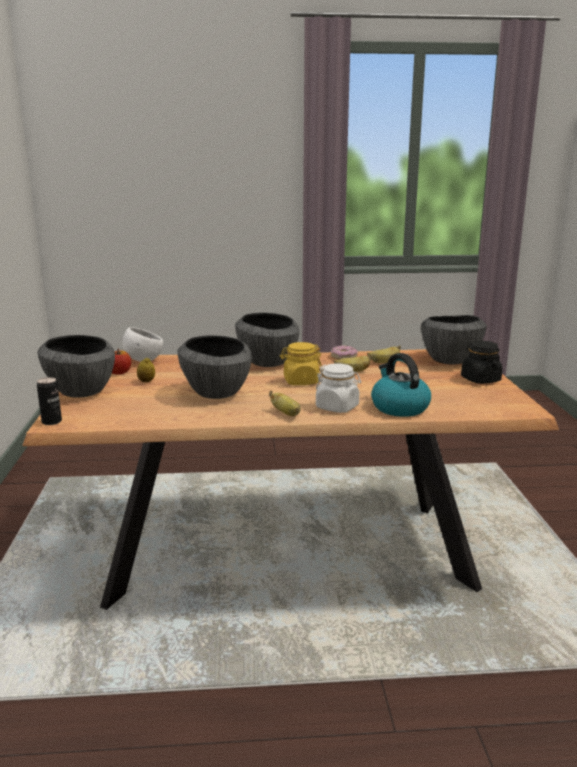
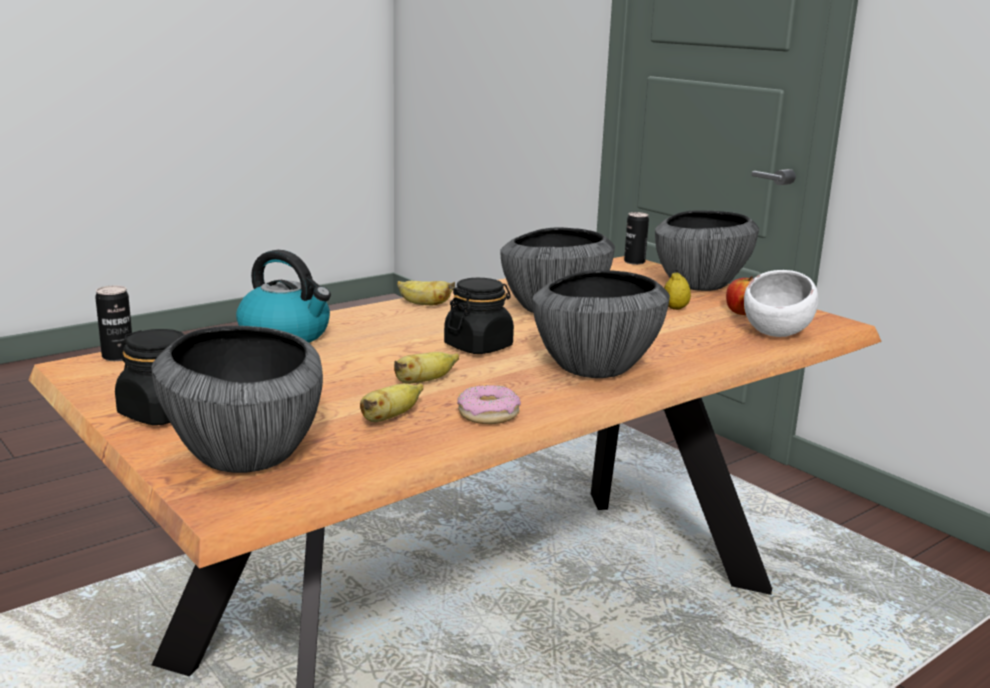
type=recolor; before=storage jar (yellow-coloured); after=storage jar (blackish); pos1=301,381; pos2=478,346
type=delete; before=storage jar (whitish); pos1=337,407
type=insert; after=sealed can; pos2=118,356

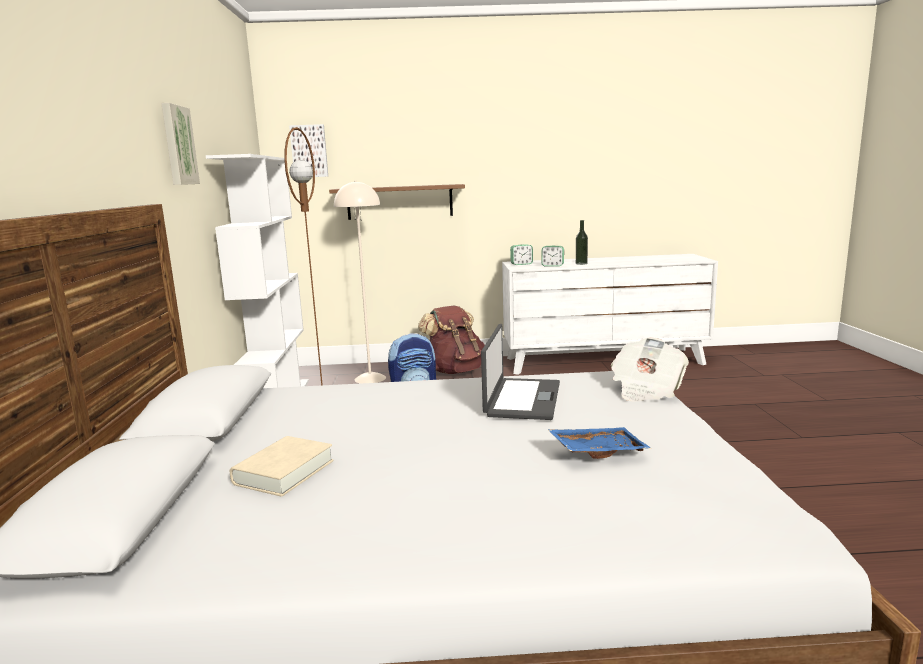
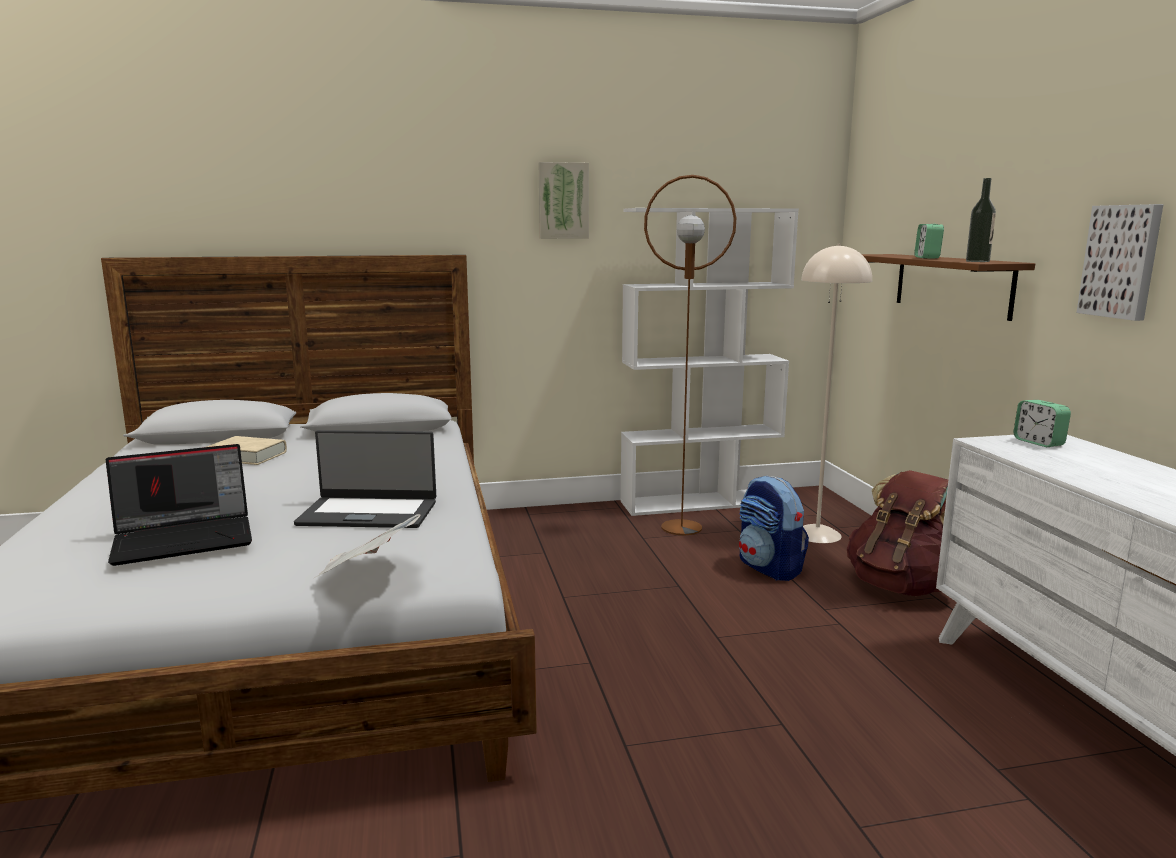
type=move; before=wall art; pos1=309,151; pos2=1122,261
type=move; before=beverage bottle; pos1=581,263; pos2=977,261
type=move; before=alarm clock; pos1=552,265; pos2=927,257
type=replace; before=serving tray (blue-coloured); after=portable computer; pos1=597,450; pos2=186,538

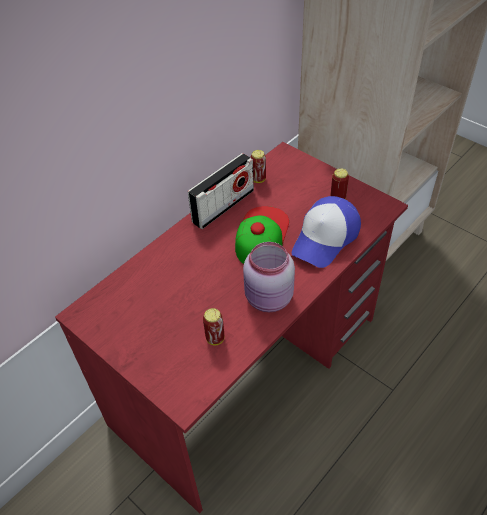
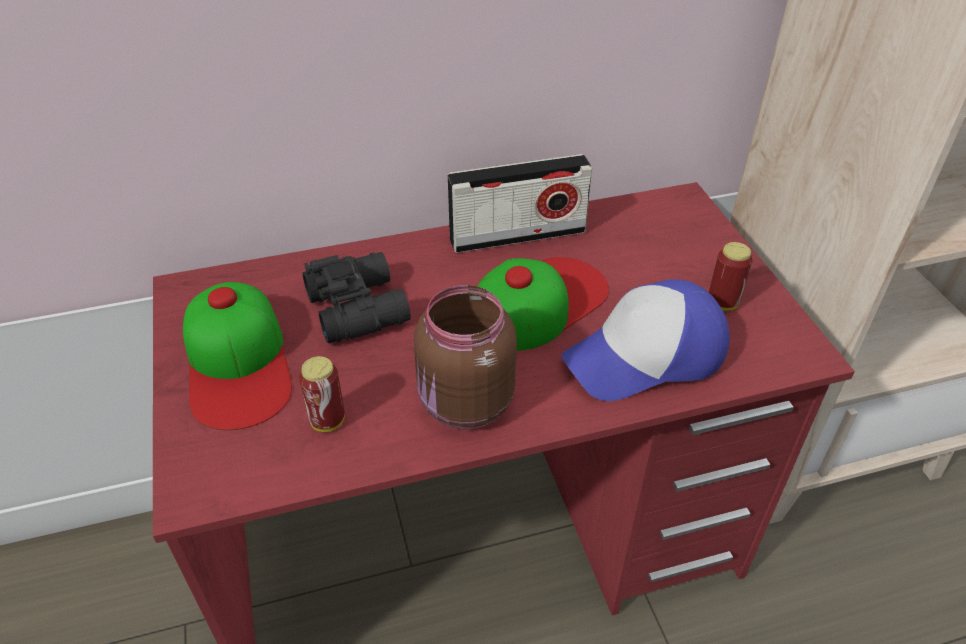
type=delete; before=sealed can; pos1=258,179
type=recolor; before=storage jar (pinkish); after=storage jar (brownish); pos1=268,299; pos2=464,405
type=insert; after=field glasses (blackish); pos2=359,307
type=insert; after=cap; pos2=238,363

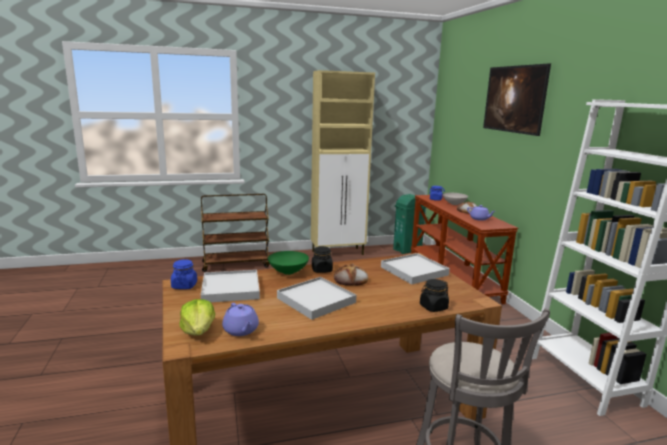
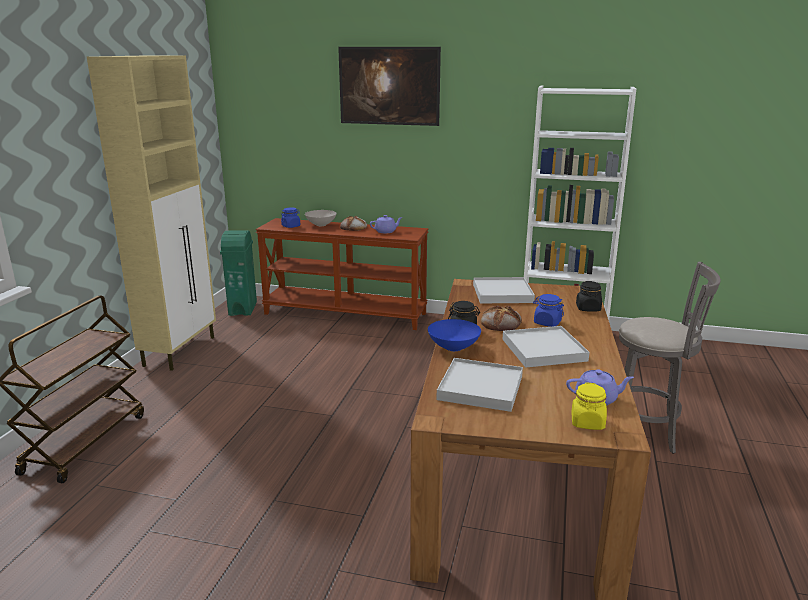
type=recolor; before=deep dish (green-coloured); after=deep dish (blue-coloured); pos1=288,272; pos2=452,348
type=move; before=storage jar (blue-coloured); pos1=184,285; pos2=547,323
type=replace; before=head of lettuce; after=storage jar (yellow-coloured); pos1=198,331; pos2=587,422

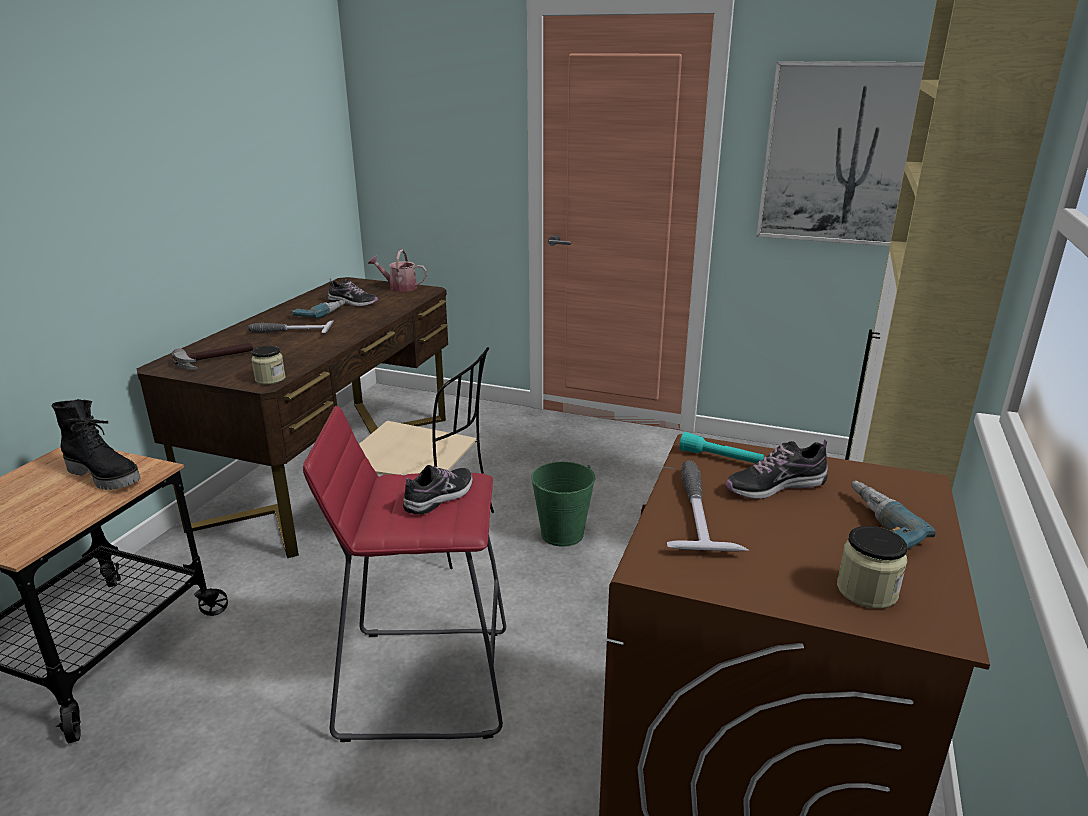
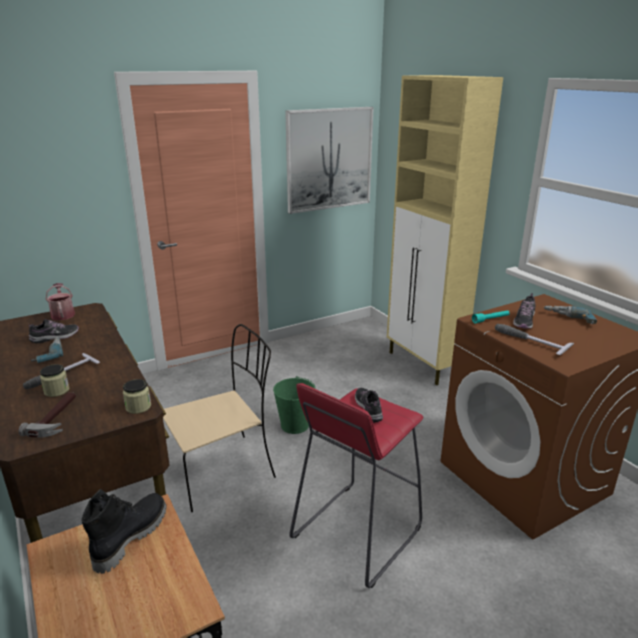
type=rotate; before=sprinkling can; pos1=399,287; pos2=63,314; turn=105
type=rotate; before=boot (blackish); pos1=106,476; pos2=130,537; turn=-45
type=move; before=storage jar; pos1=866,591; pos2=56,391

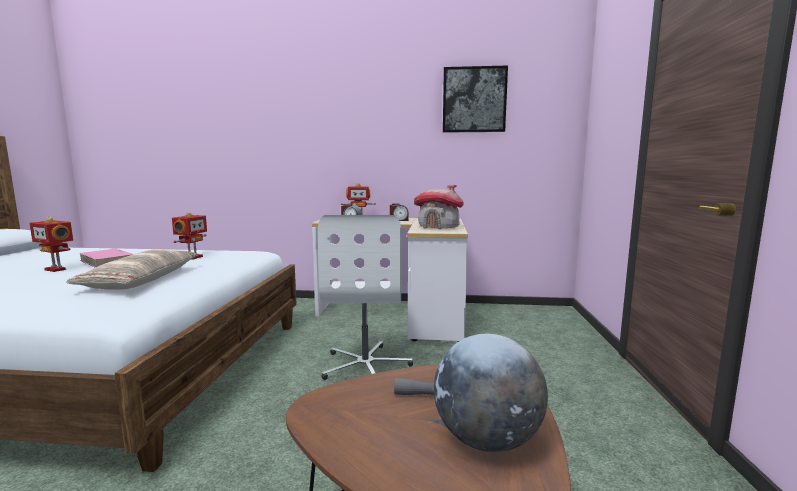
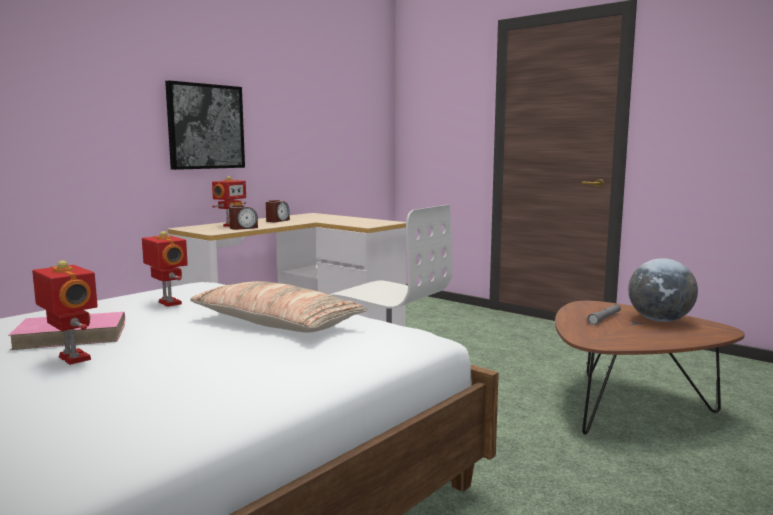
type=move; before=wall art; pos1=474,100; pos2=205,126
type=delete; before=model house; pos1=439,227
type=rotate; before=robot figure; pos1=57,269; pos2=72,359; turn=-105

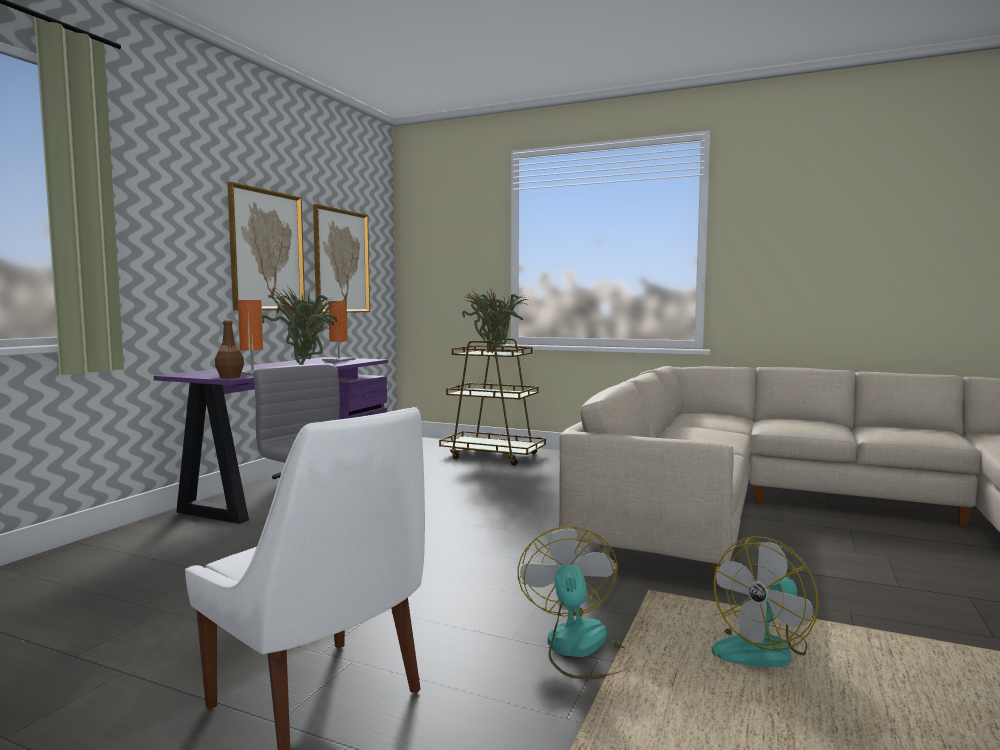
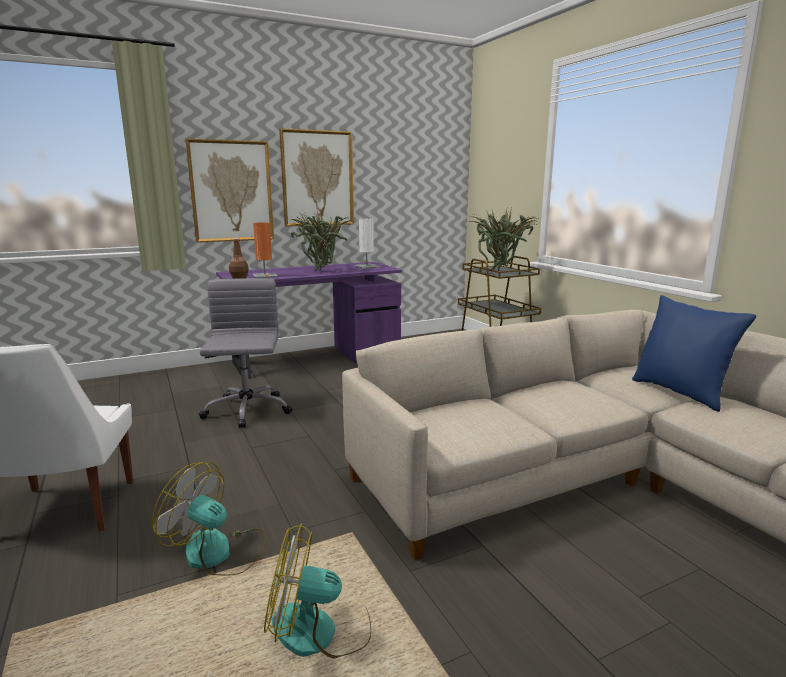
type=move; before=wall art; pos1=341,261; pos2=231,191
type=recolor; before=lamp for a table (orangey); after=lamp for a table (whitish); pos1=339,360; pos2=366,267
type=rotate; before=cooling fan; pos1=581,649; pos2=218,553; turn=-105
type=insert; after=throw pillow (blue-coloured); pos2=680,392

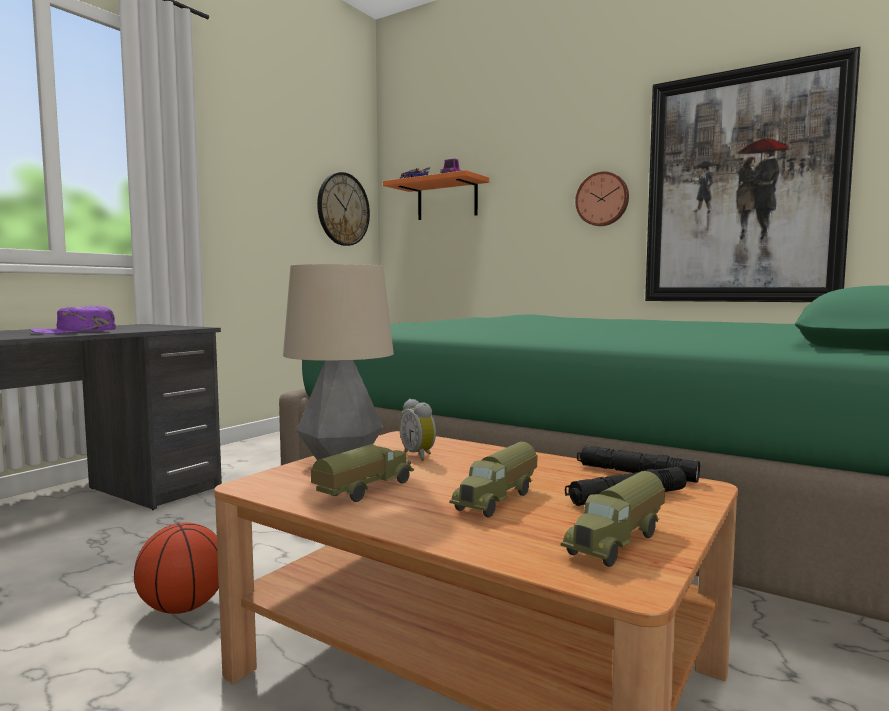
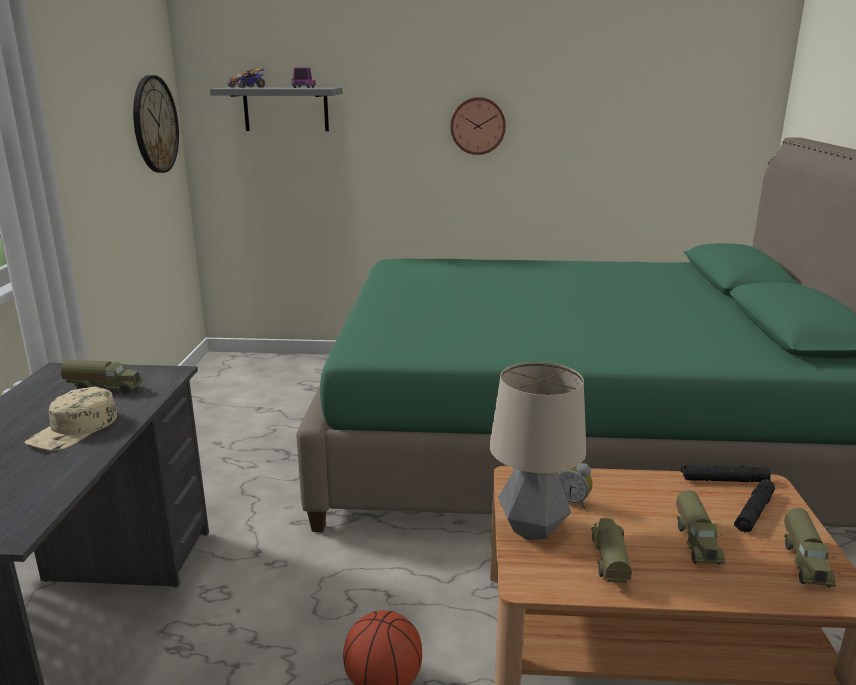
type=delete; before=wall art; pos1=743,187
type=recolor; before=shelf (orangey); after=shelf (gray); pos1=447,200; pos2=286,109
type=recolor; before=cap (purplish); after=cap (beige); pos1=74,332; pos2=74,429
type=insert; after=toy lorry; pos2=105,388

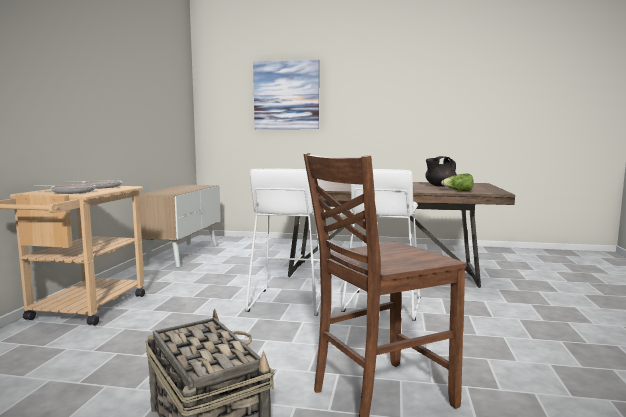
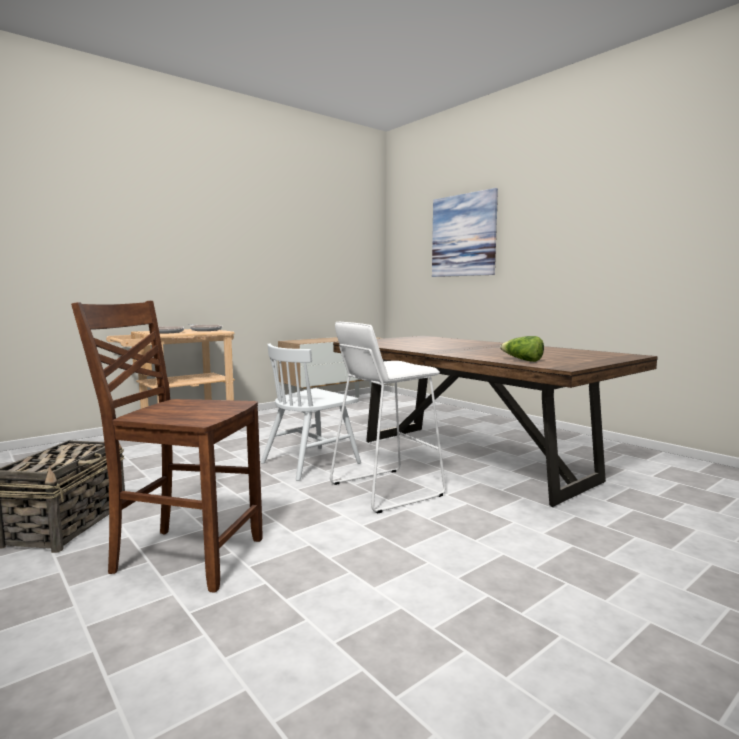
type=delete; before=tea pot (blackish); pos1=440,186
type=replace; before=stool seat (whitish); after=plain chair (whitish); pos1=287,302; pos2=311,463

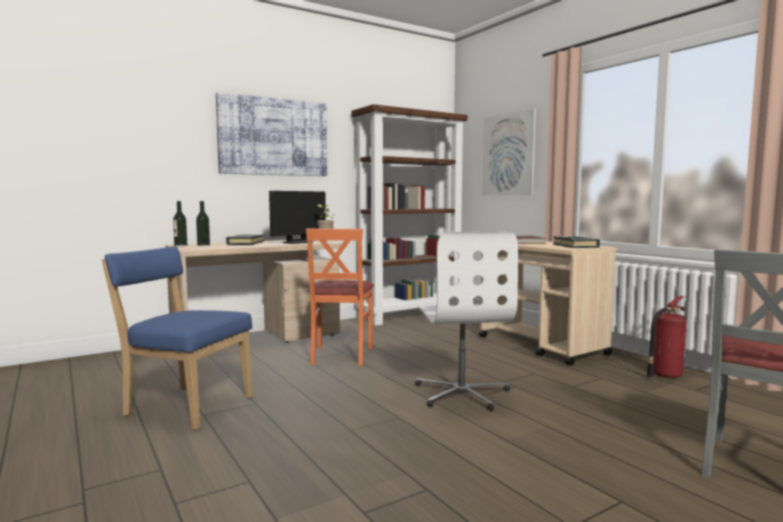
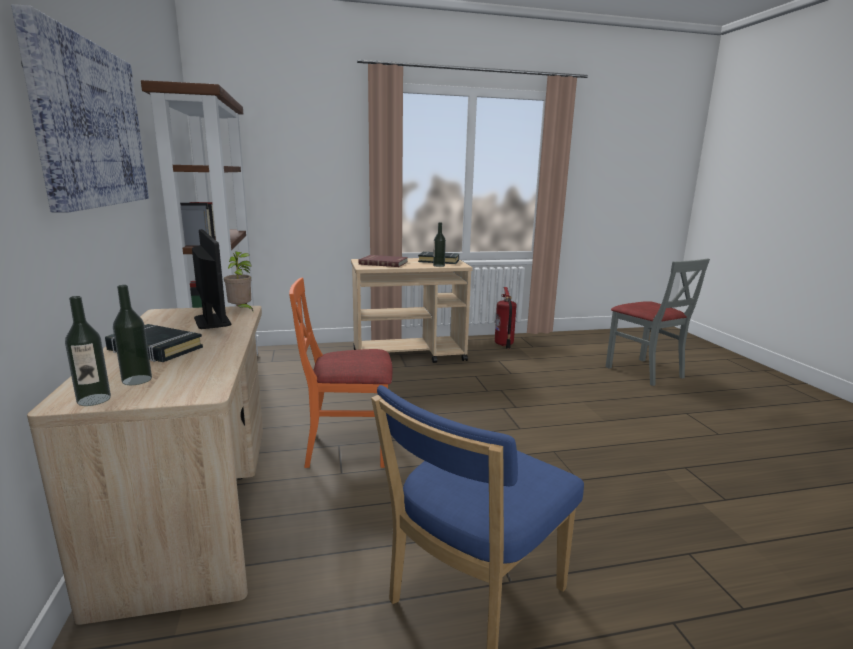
type=delete; before=wall art; pos1=508,154
type=rotate; before=plain chair (orangey); pos1=340,355; pos2=348,448; turn=150
type=delete; before=computer chair (whitish); pos1=462,393
type=insert; after=beverage bottle; pos2=439,265

